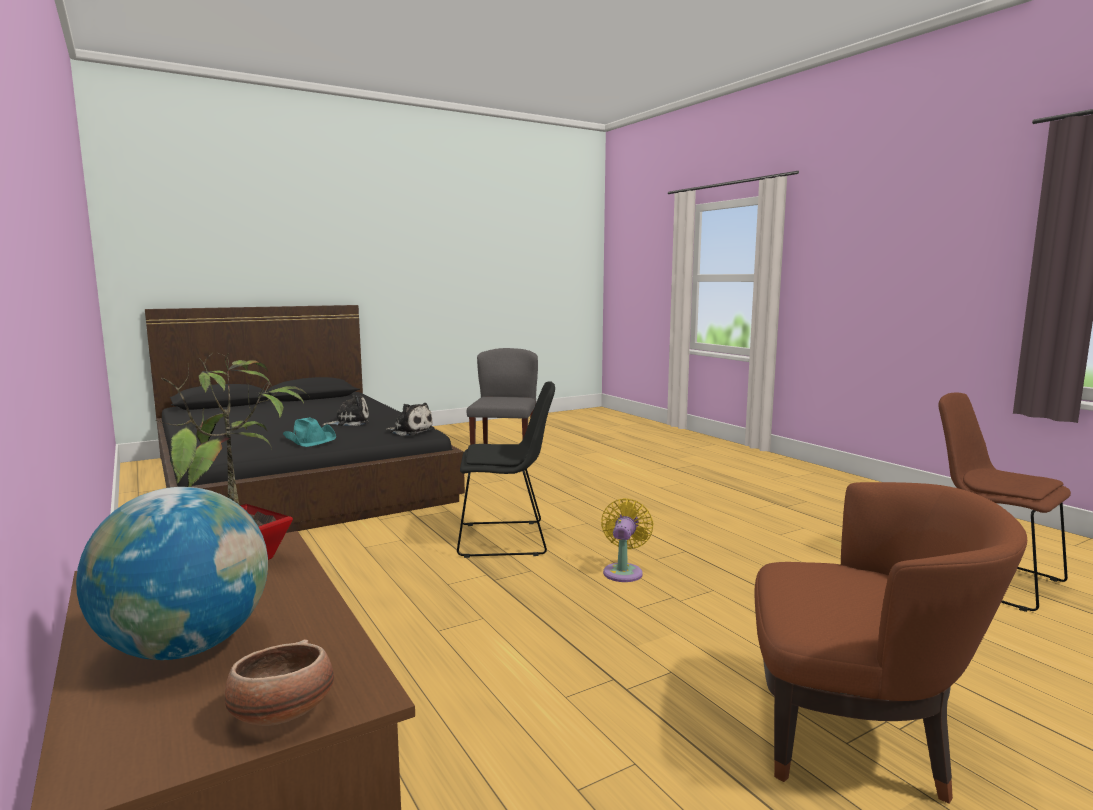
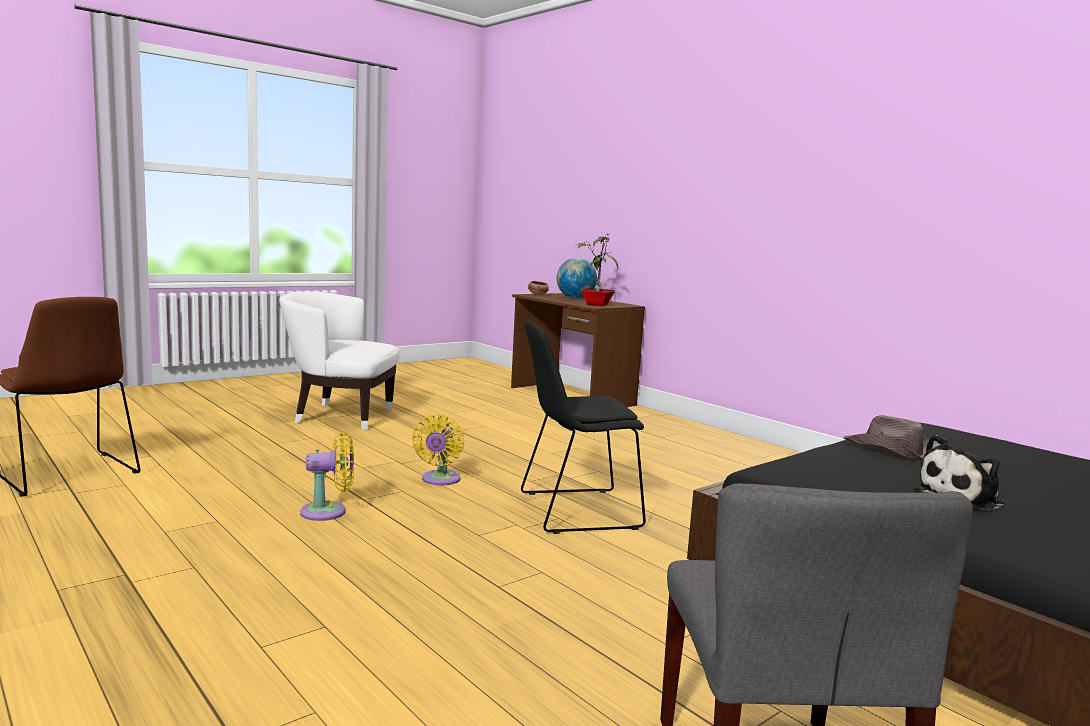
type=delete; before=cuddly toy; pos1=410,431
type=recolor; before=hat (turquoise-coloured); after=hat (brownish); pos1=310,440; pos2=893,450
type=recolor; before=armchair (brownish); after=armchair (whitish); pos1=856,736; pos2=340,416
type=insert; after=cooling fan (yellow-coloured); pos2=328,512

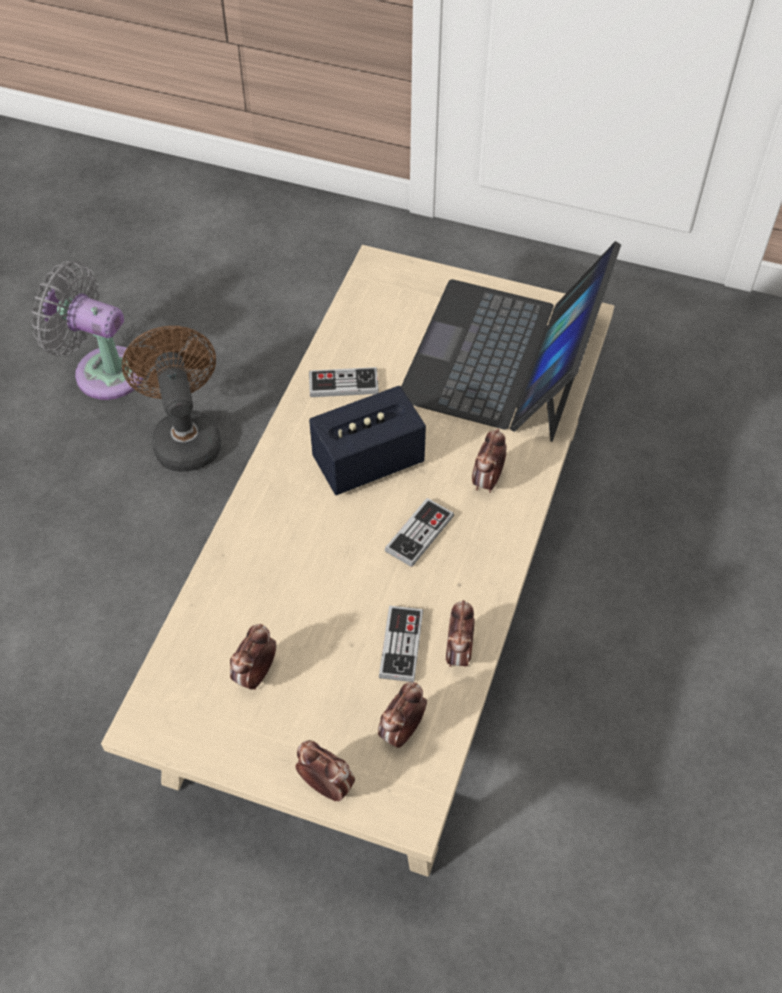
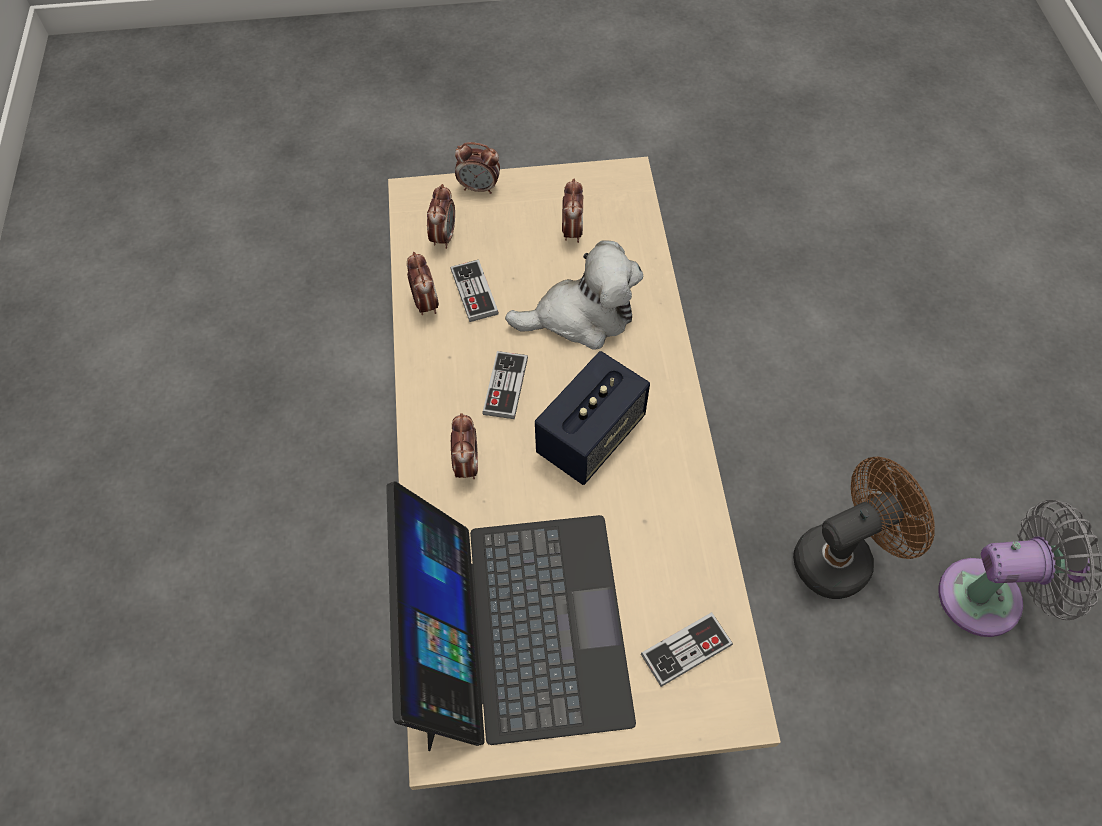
type=rotate; before=cooling fan (brownish); pos1=185,436; pos2=842,557; turn=-75
type=move; before=game controller; pos1=343,384; pos2=686,650
type=insert; after=cuddly toy; pos2=581,317

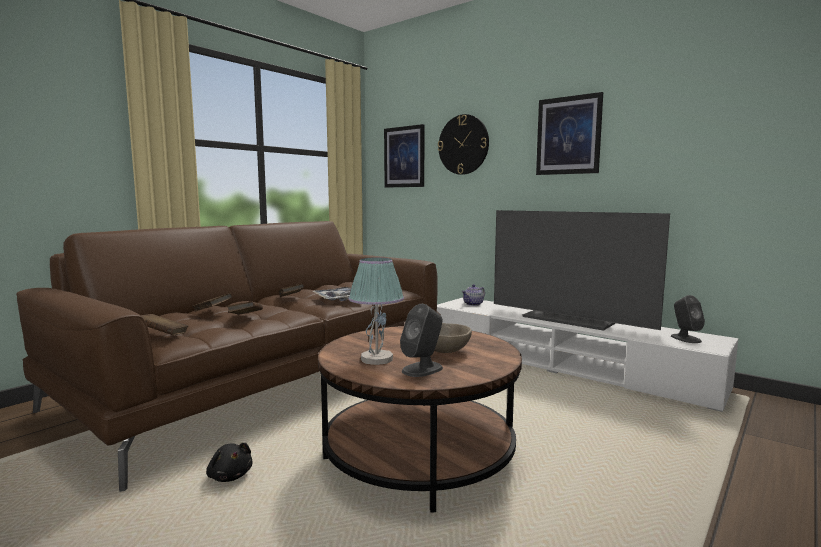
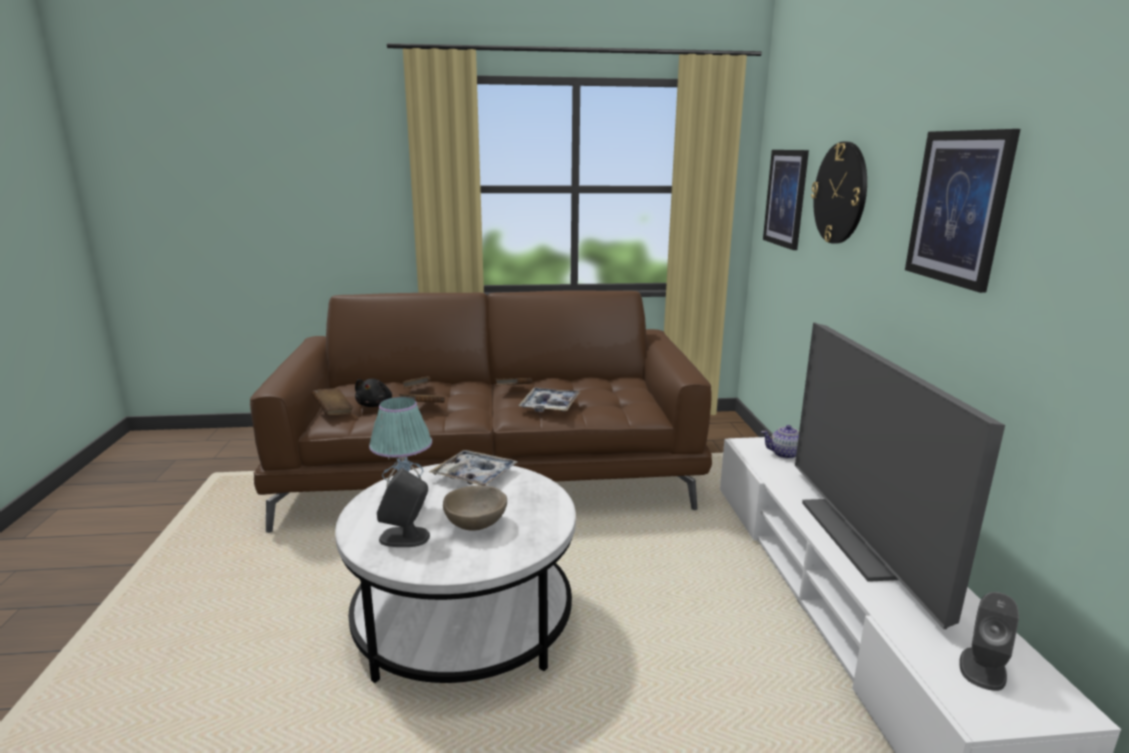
type=recolor; before=lounge table (brownish); after=lounge table (whitish); pos1=419,454; pos2=464,620
type=move; before=cuddly toy (blackish); pos1=230,476; pos2=375,405
type=insert; after=serving tray; pos2=474,475

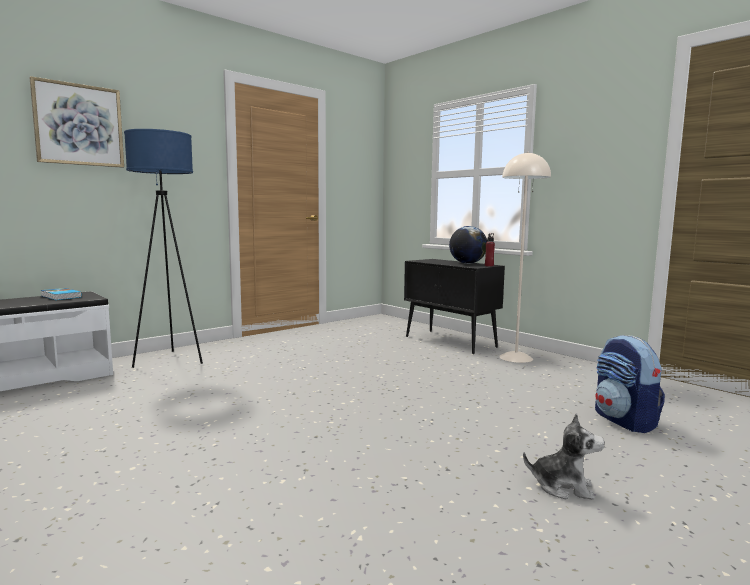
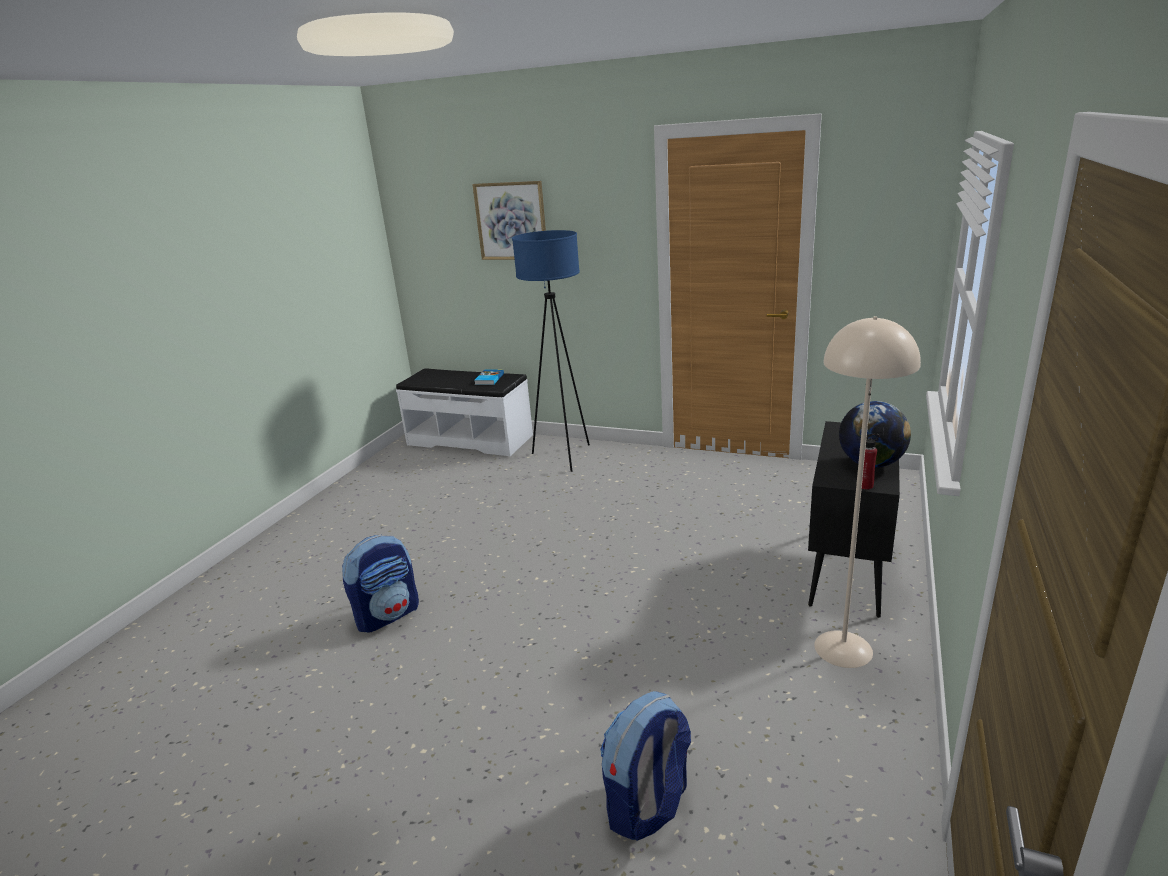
type=delete; before=cuddly toy; pos1=563,487
type=insert; after=backpack; pos2=388,615

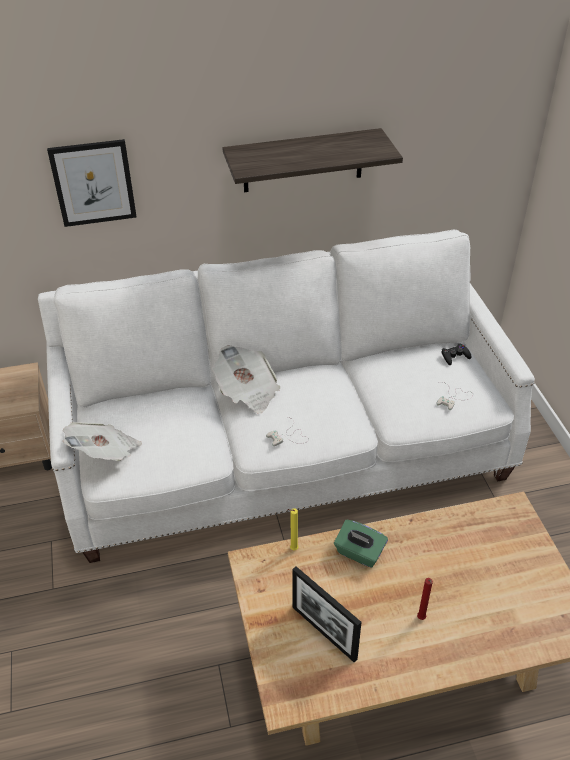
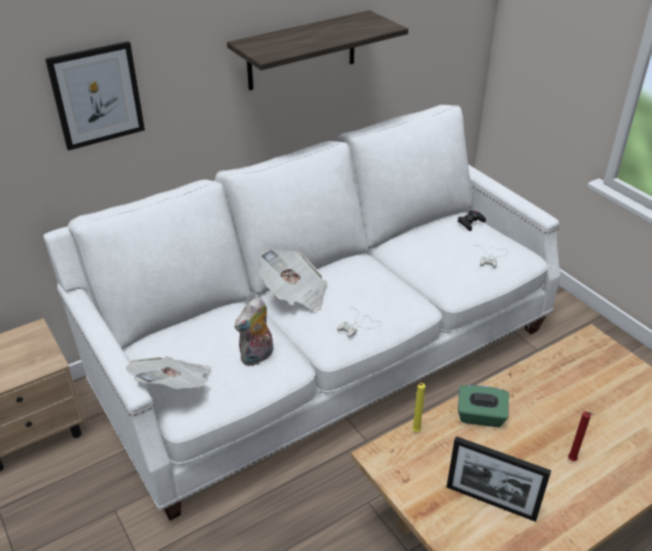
type=insert; after=cuddly toy; pos2=257,357

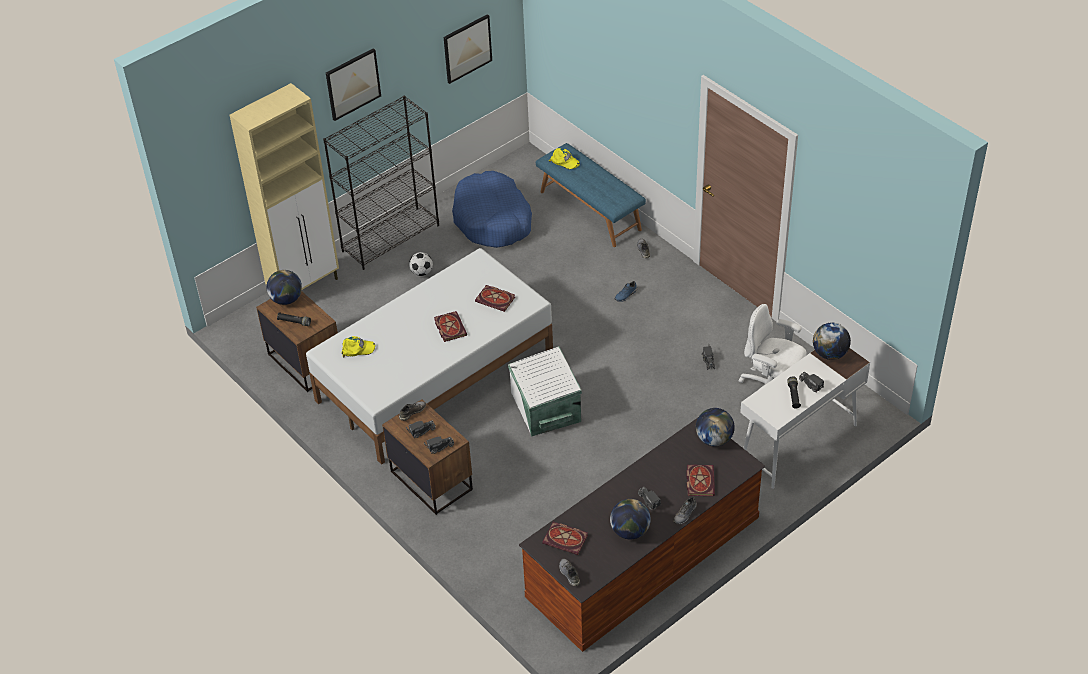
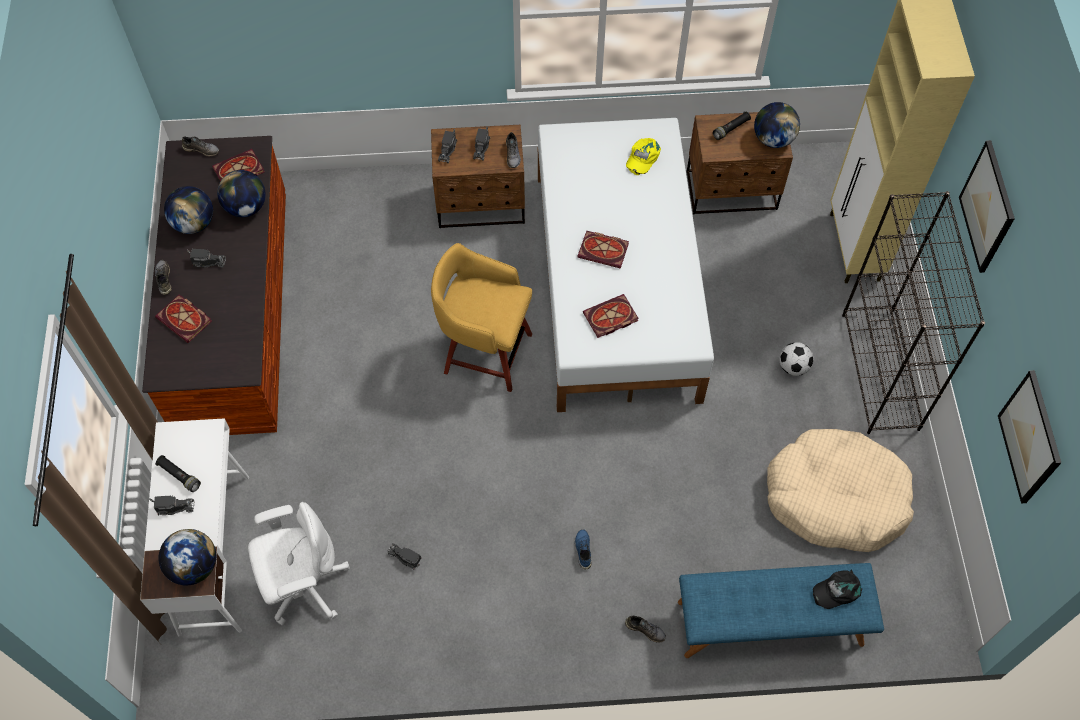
type=recolor; before=cap (yellow-coloured); after=cap (blackish); pos1=564,161; pos2=837,590
type=recolor; before=dog cushion (blue-coloured); after=dog cushion (beige); pos1=492,220; pos2=835,497
type=replace; before=storage container (whitish); after=stool seat (yellow-coloured); pos1=545,408; pos2=485,352
type=move; before=globe; pos1=714,439; pos2=246,207

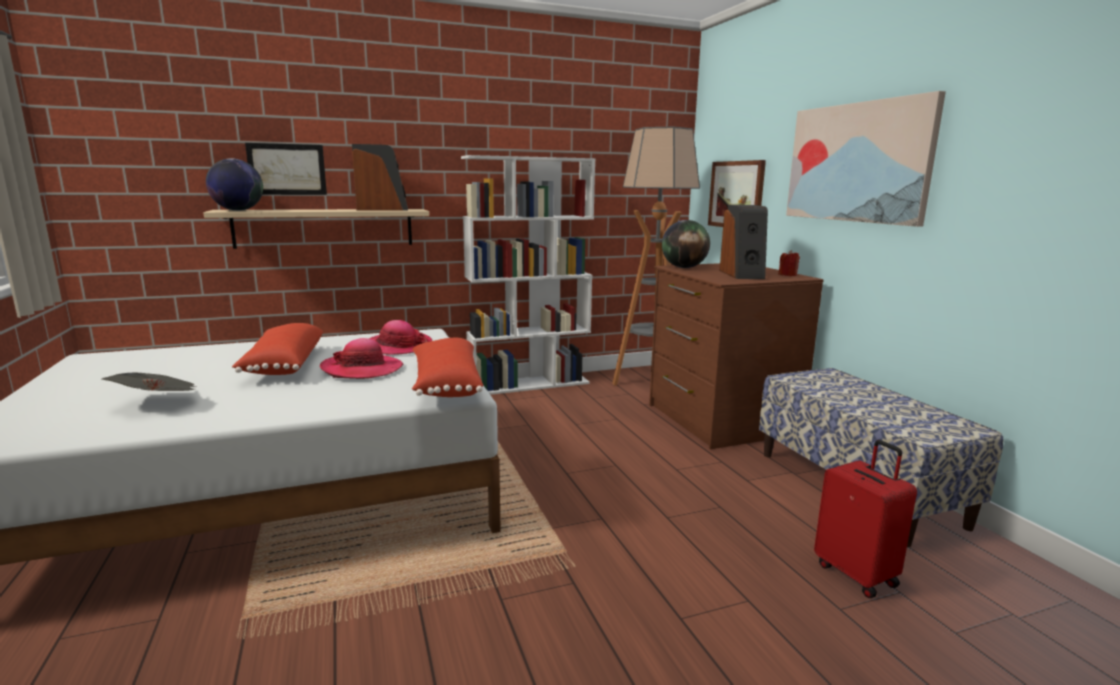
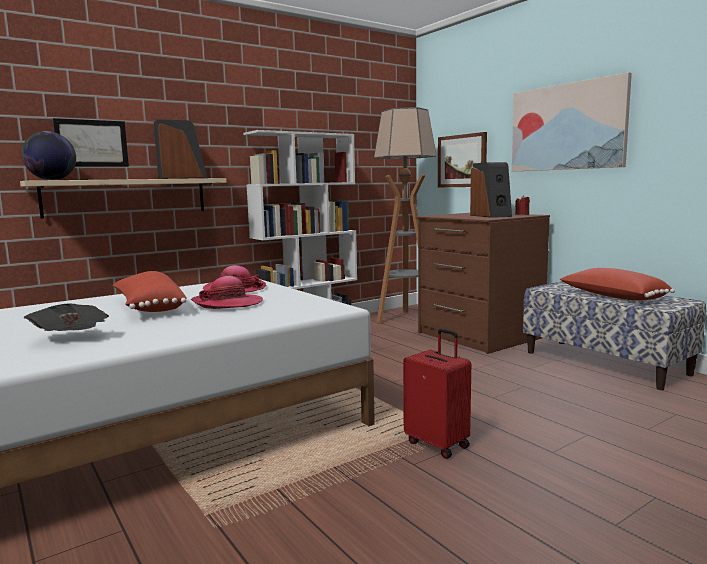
type=delete; before=globe; pos1=684,267
type=move; before=throw pillow (red-coloured); pos1=445,384; pos2=612,297
type=move; before=travel case (red-coloured); pos1=857,574; pos2=438,444

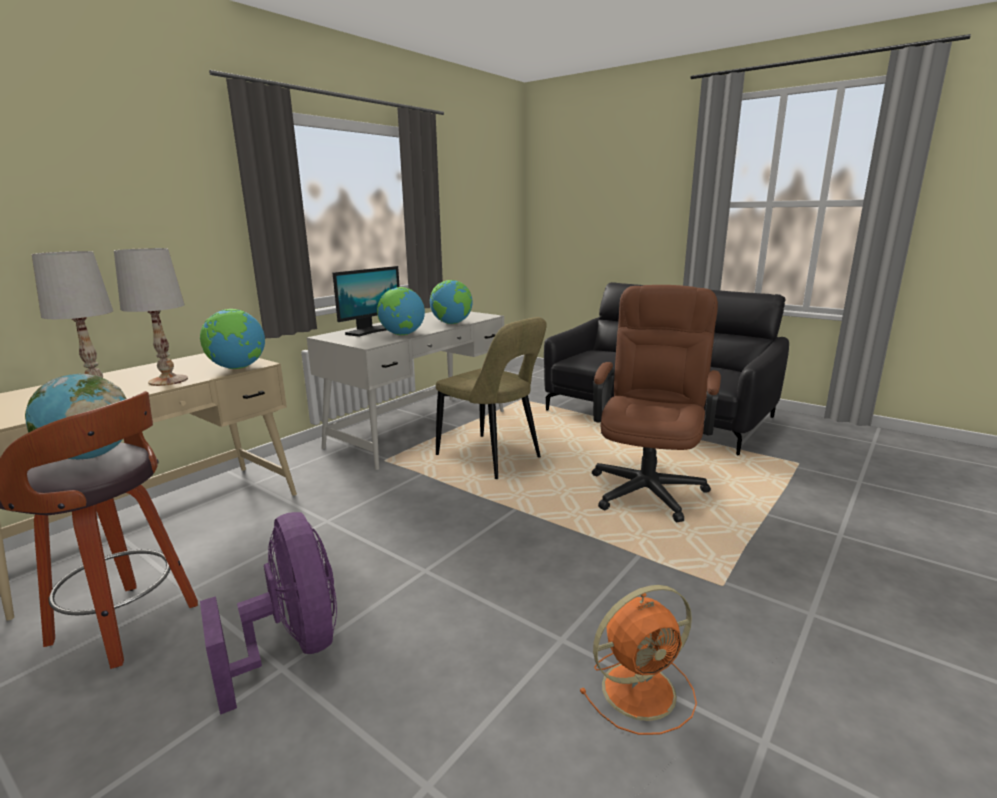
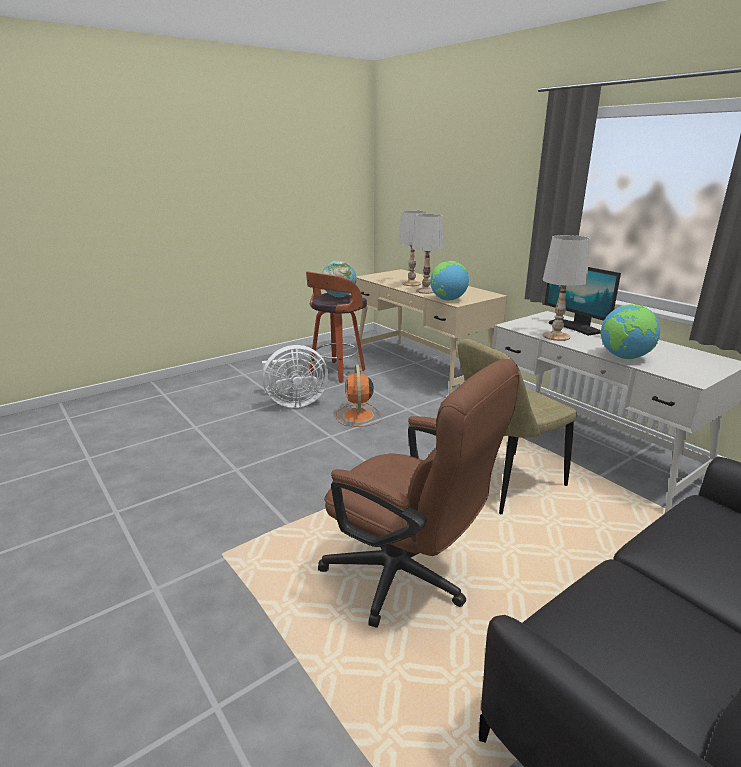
type=replace; before=globe; after=lamp for a table (whitish); pos1=402,334; pos2=556,336
type=recolor; before=cooling fan (purplish); after=cooling fan (whitish); pos1=292,647; pos2=293,403
type=move; before=cooling fan (orangey); pos1=641,689; pos2=358,416

